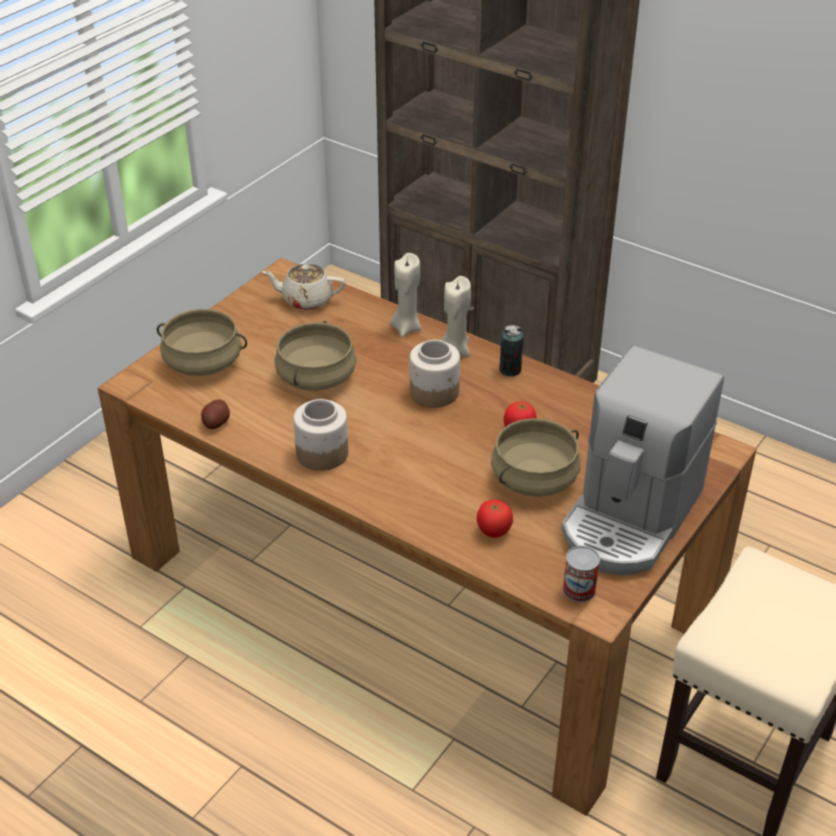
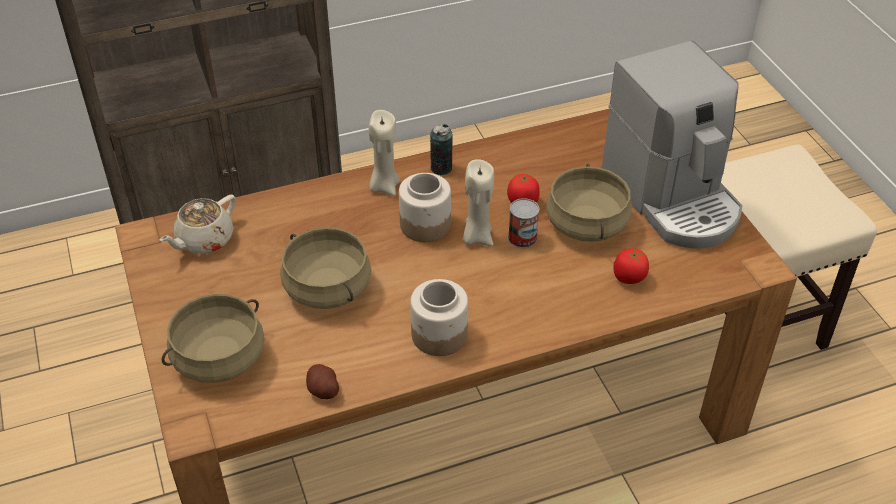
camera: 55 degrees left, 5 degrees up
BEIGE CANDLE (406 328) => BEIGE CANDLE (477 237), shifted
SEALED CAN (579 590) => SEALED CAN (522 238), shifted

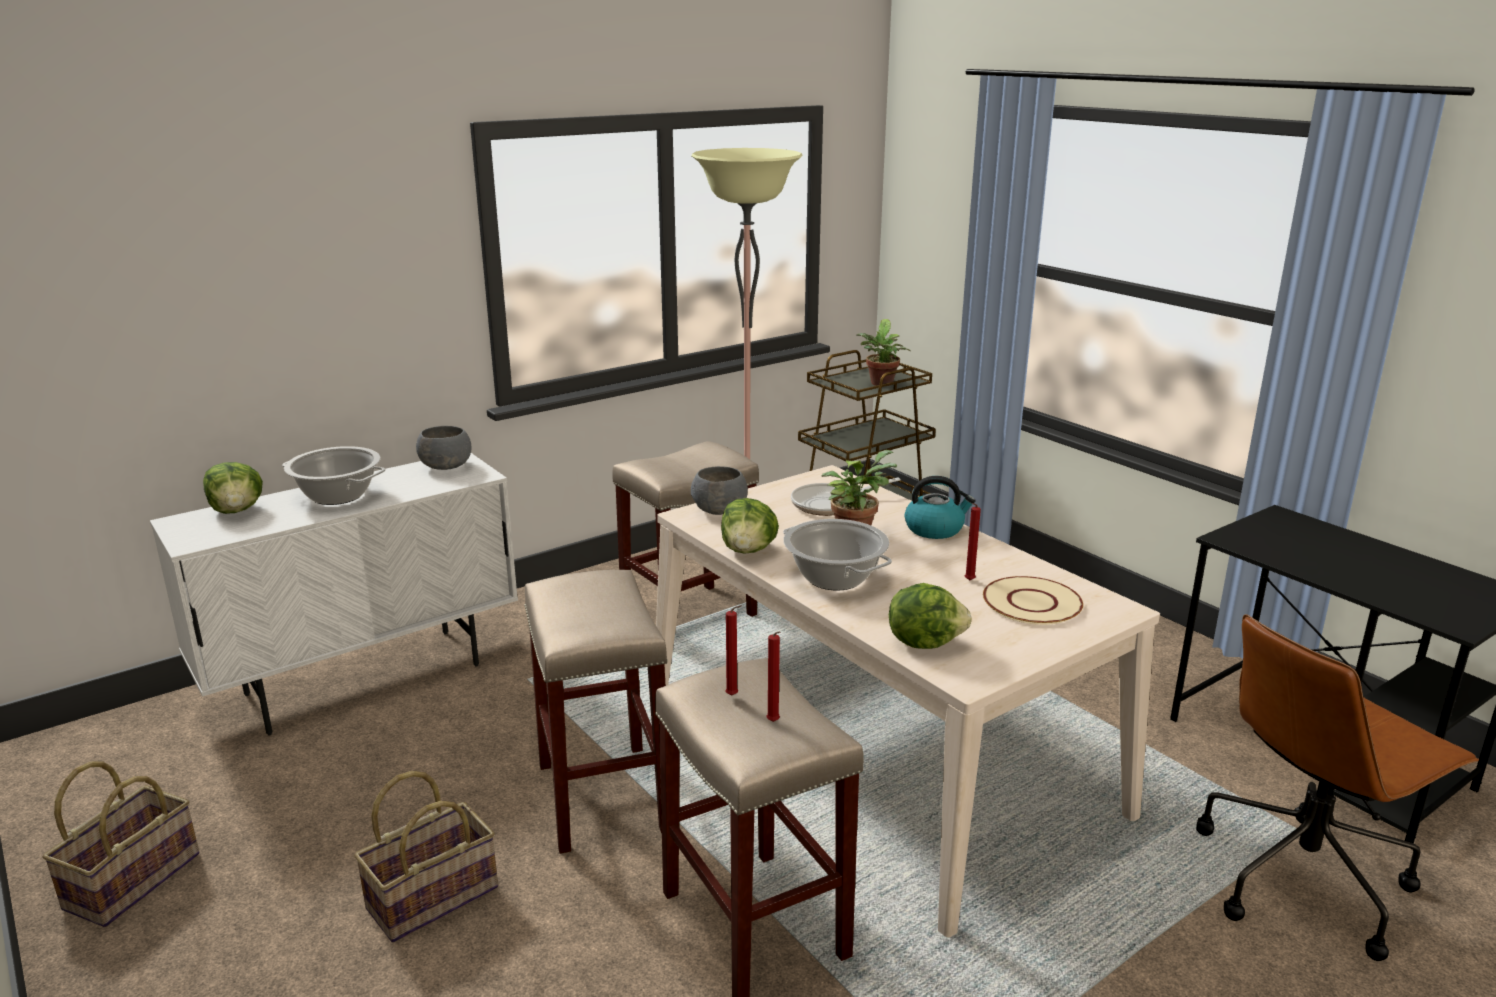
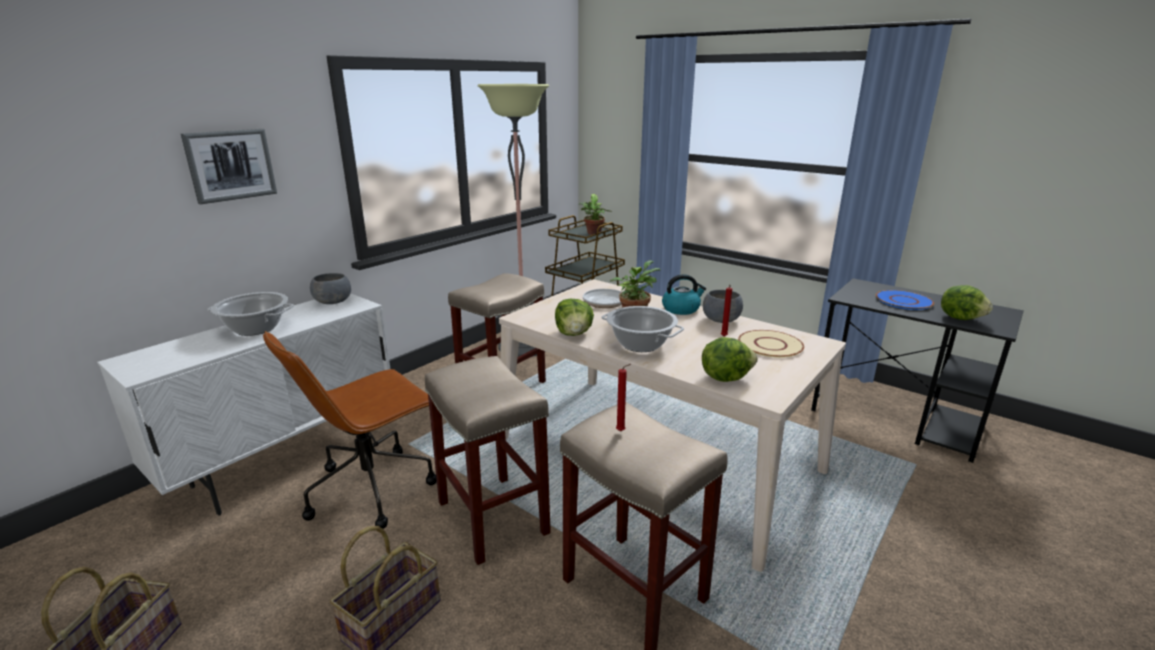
camera: 15 degrees left, 0 degrees up
nothing => WALL ART (230 165)
BROWNISH COMPUTER CHAIR (1303 878) => BROWNISH COMPUTER CHAIR (373 487), shifted
GREYISH BOWL (720 510) => GREYISH BOWL (721 320), shifted
nothing => BLUISH DINNER PLATE (903 301)
LETTUCE HEAD (237 510) => LETTUCE HEAD (961 318), shifted
RED-COLOURED CANDLE (774 722) => nothing

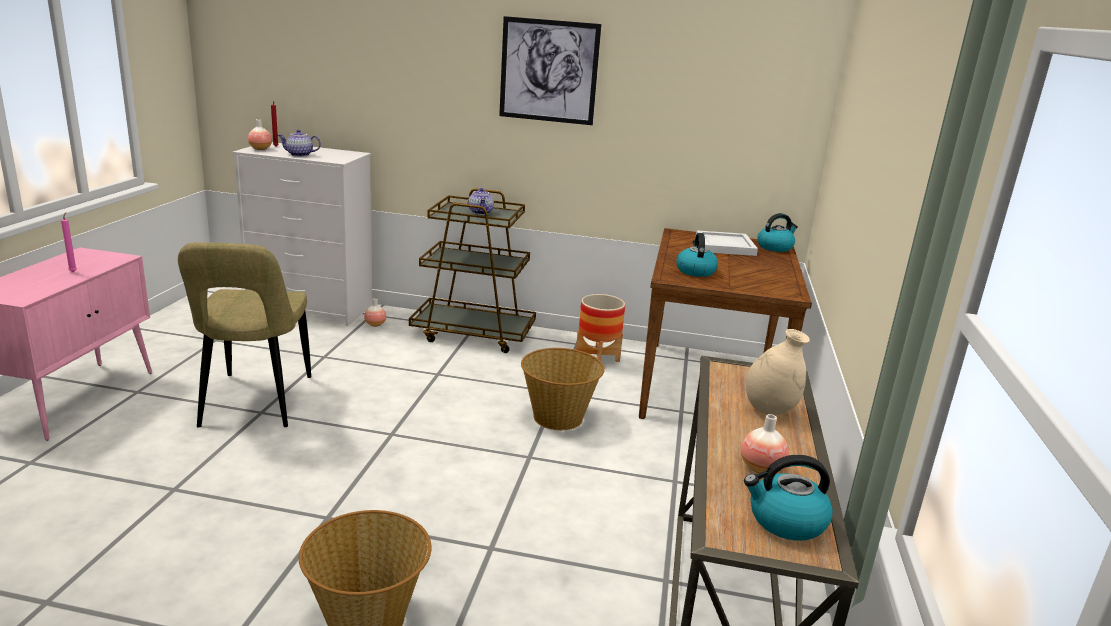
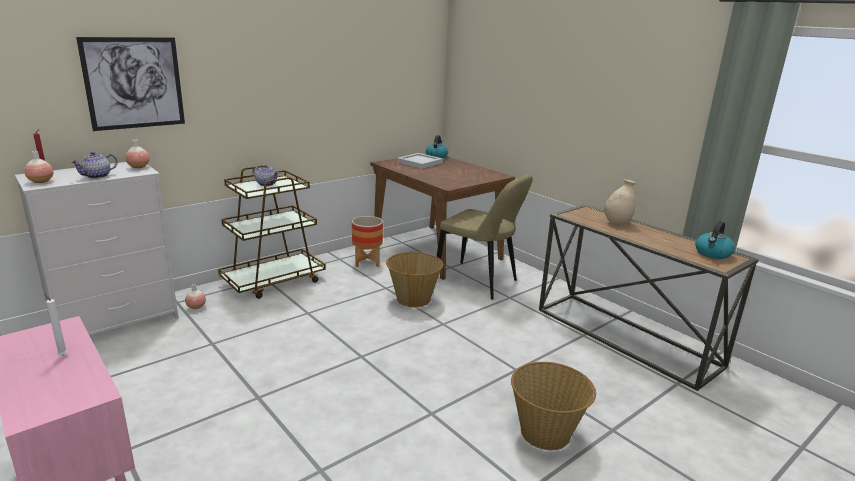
camera: 50 degrees left, 0 degrees up
PINKISH CANDLE (73 271) => WHITE CANDLE (62 355)
WALL ART (549 71) => WALL ART (134 83), shifted
DECORATIVE VASE (761 468) => DECORATIVE VASE (138 167), shifted
BEIGE UPRIGHT CHAIR (255 404) => BEIGE UPRIGHT CHAIR (479 281), shifted
WATER KETTLE (695 271) => nothing

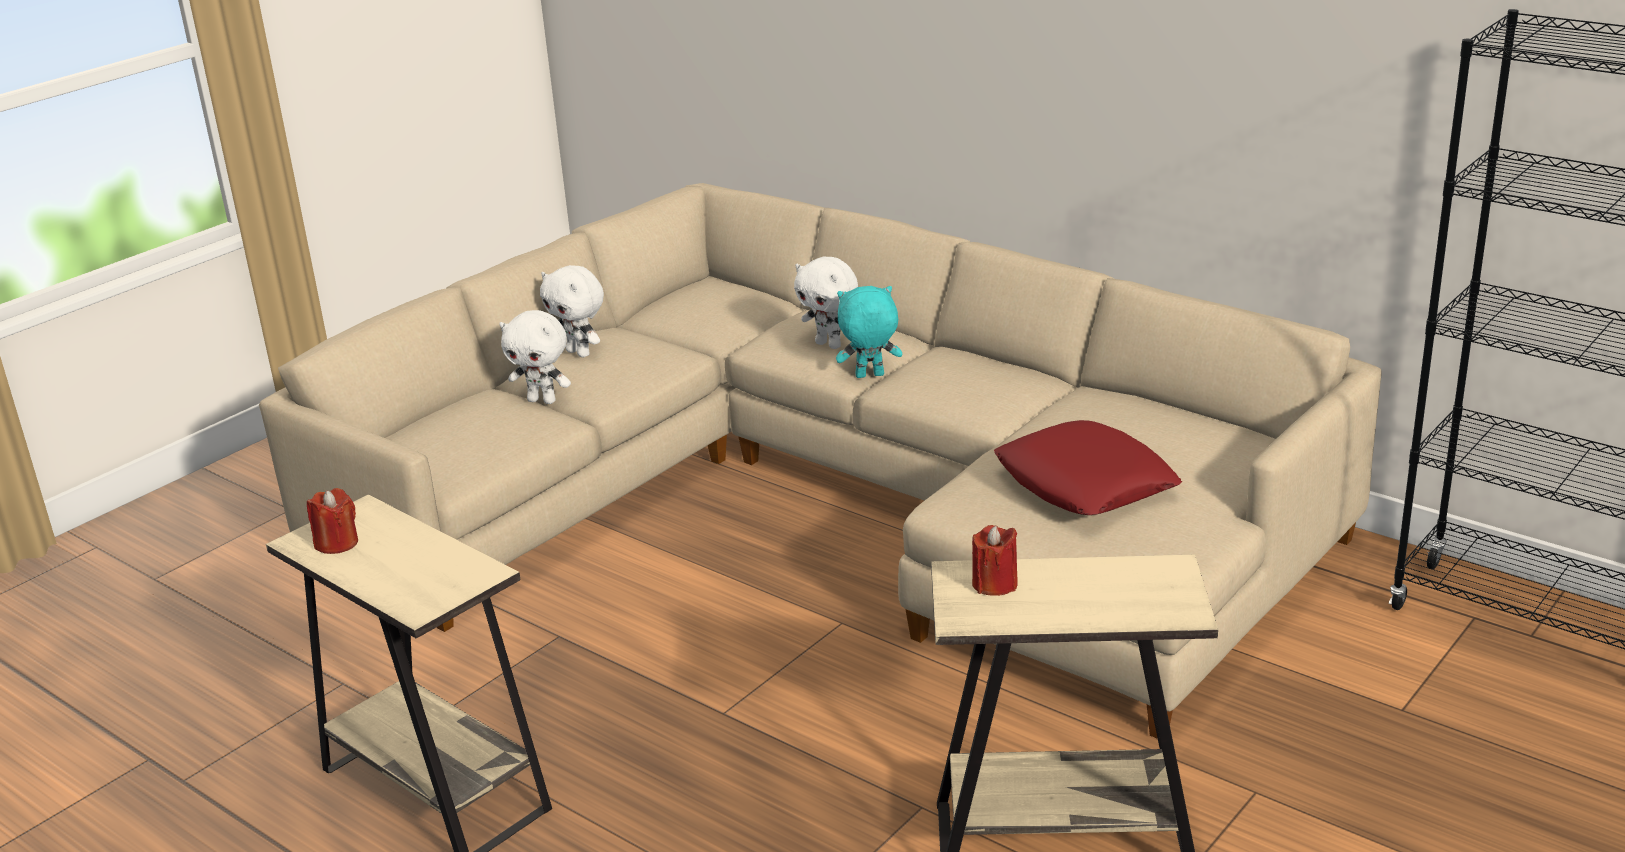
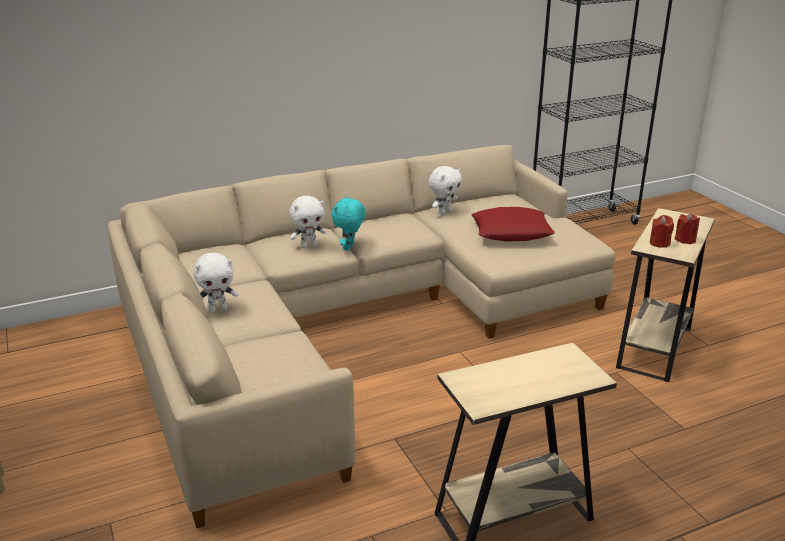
camera: 65 degrees left, 0 degrees up
WHITE SOFT TOY (543 400) => WHITE SOFT TOY (444 212), shifted
RED-COLOURED CANDLE (337 543) => RED-COLOURED CANDLE (685 240), shifted

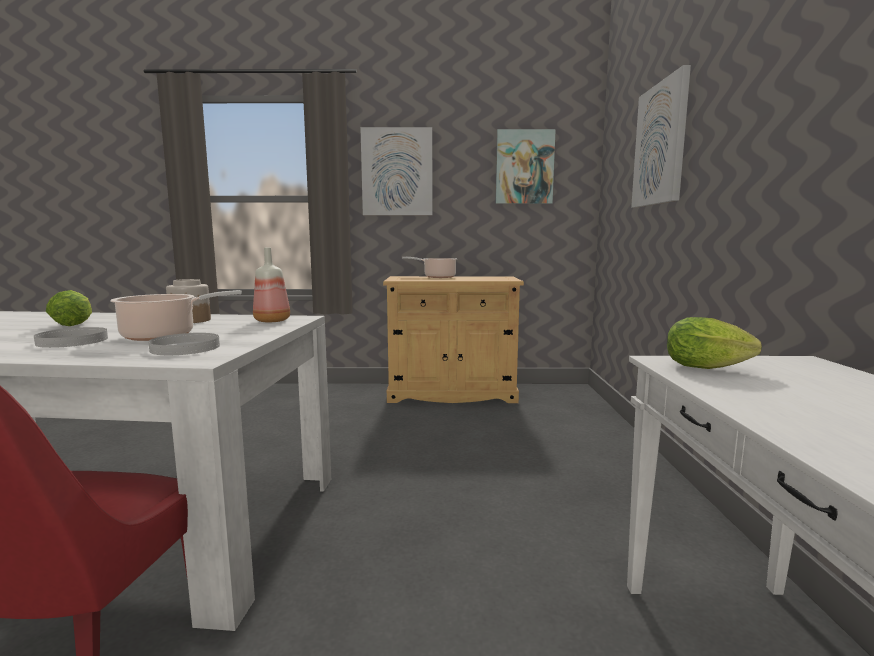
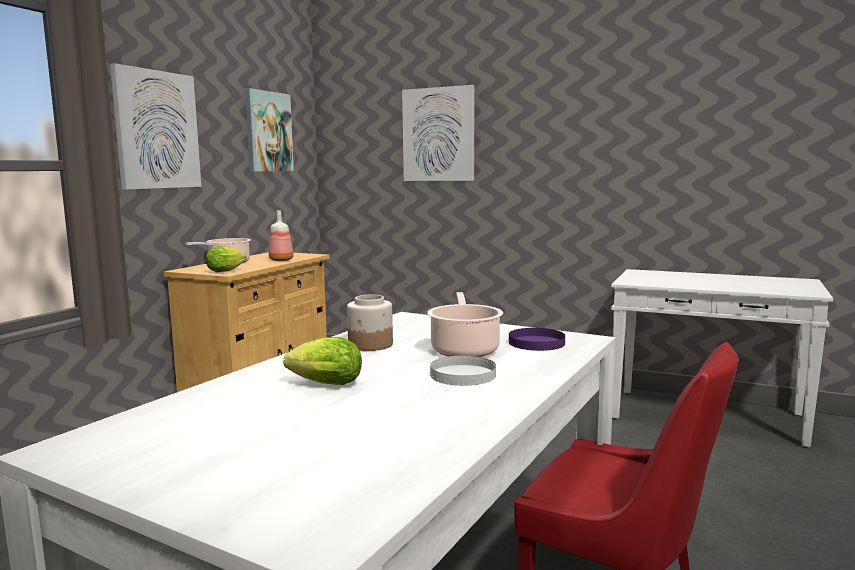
camera: 65 degrees left, 0 degrees up
LETTUCE HEAD (710 368) => LETTUCE HEAD (227 271), shifted
DRINK BOTTLE (273 320) => DRINK BOTTLE (281 260), shifted
WHITE DINNER PLATE (185 348) => PURPLISH DINNER PLATE (536 343)

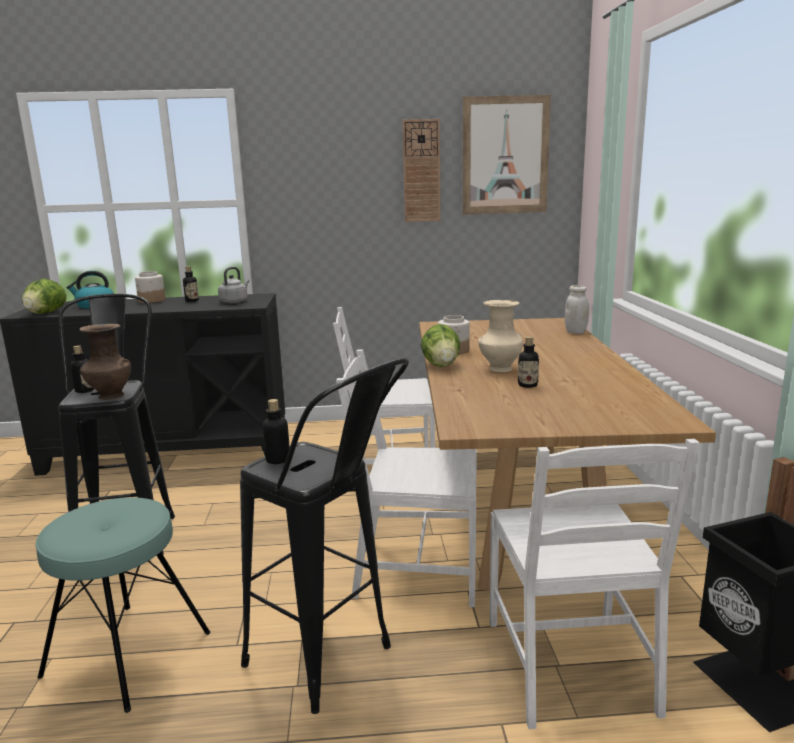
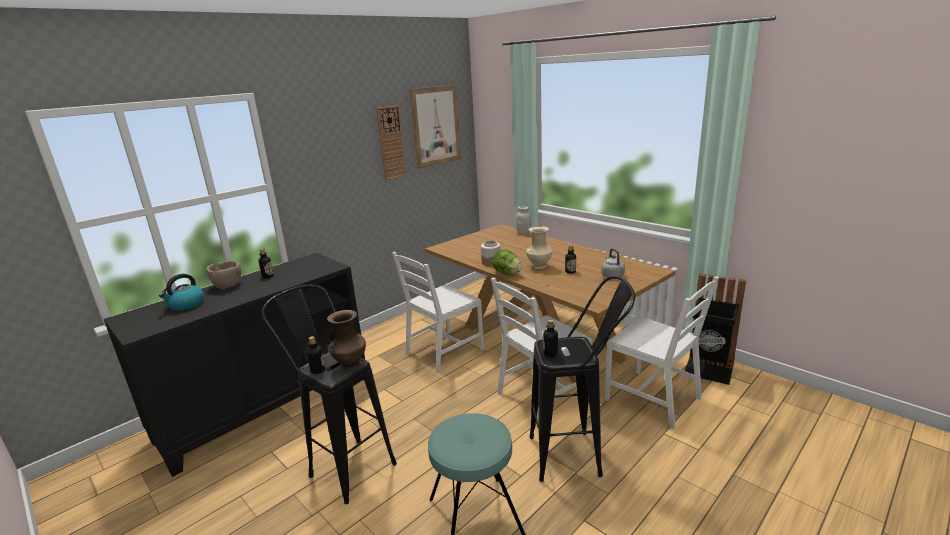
camera: 40 degrees left, 5 degrees up
PRESERVE JAR (151 300) => BROWNISH BOWL (227 285)
GREYISH WATER KETTLE (235 301) => GREYISH WATER KETTLE (611 275), shifted
LETTUCE HEAD (45 313) => nothing

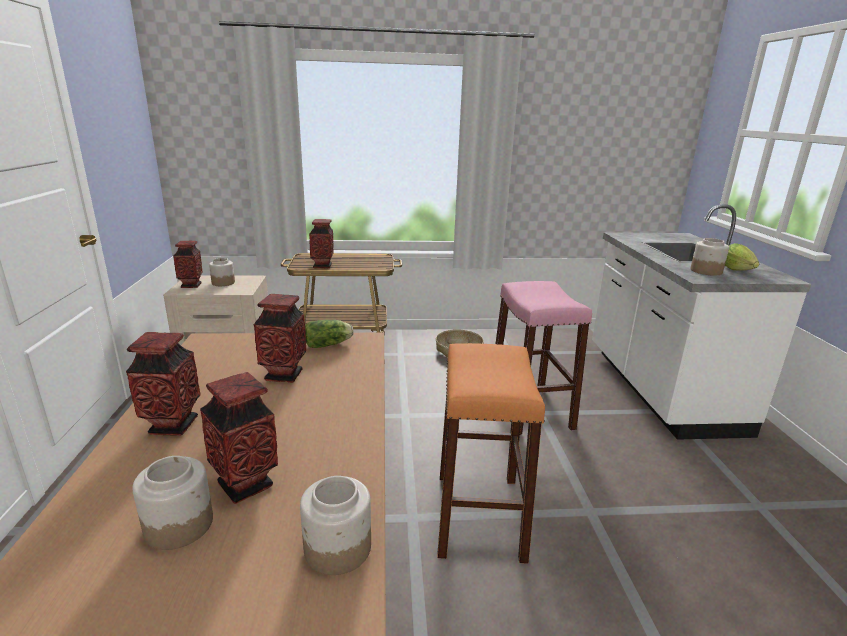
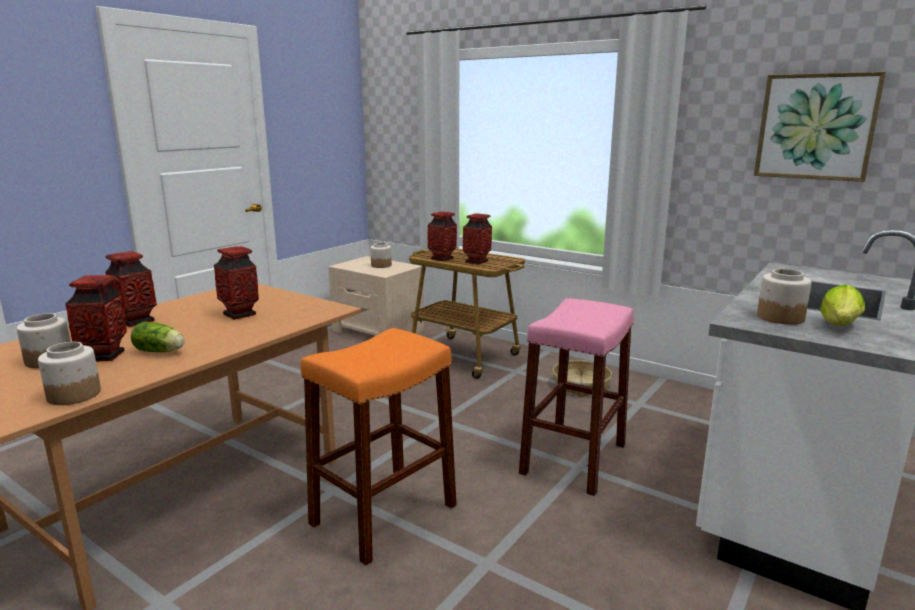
camera: 40 degrees right, 5 degrees down
LETTUCE HEAD (329 344) => LETTUCE HEAD (161 351), shifted
DECORATIVE VASE (191 285) => DECORATIVE VASE (477 261), shifted
nothing => WALL ART (816 127)

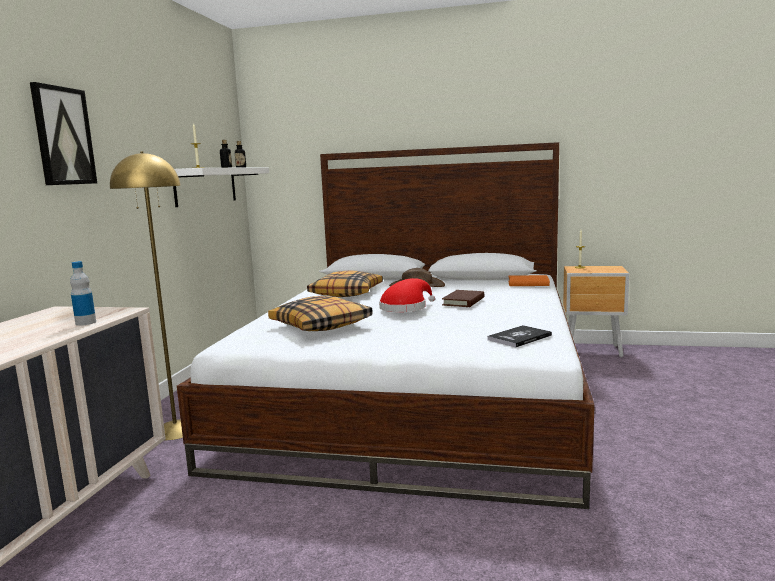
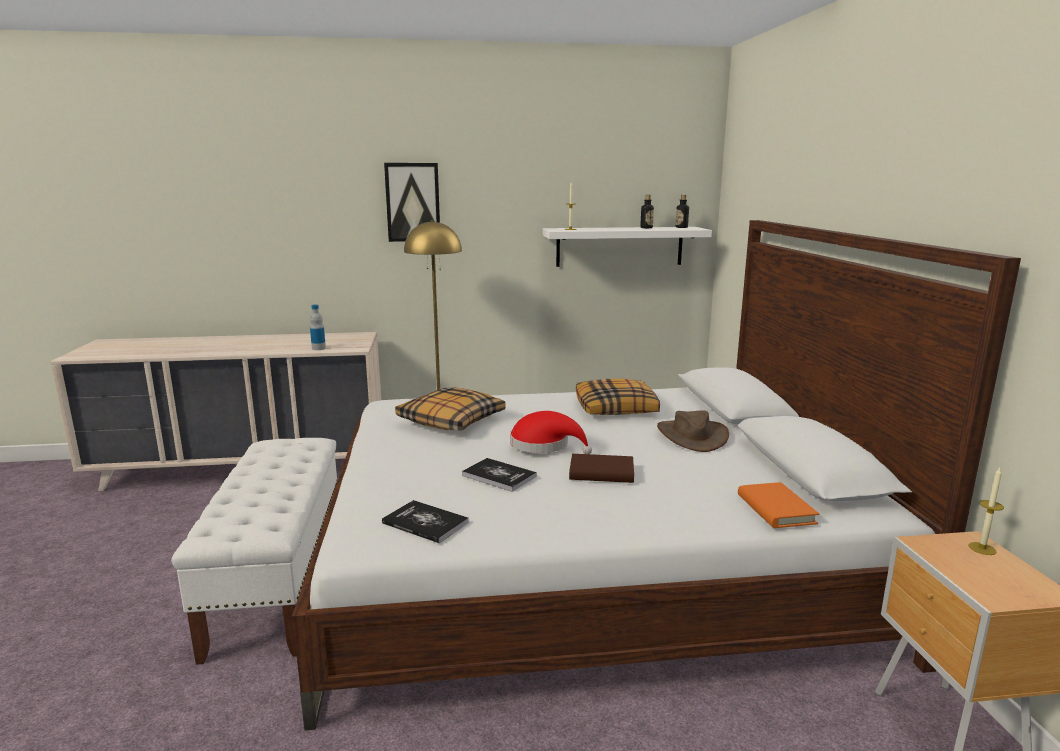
camera: 70 degrees right, 5 degrees up
nothing => WHITE LONG SEAT (279 582)
nothing => BOOK (499 476)

